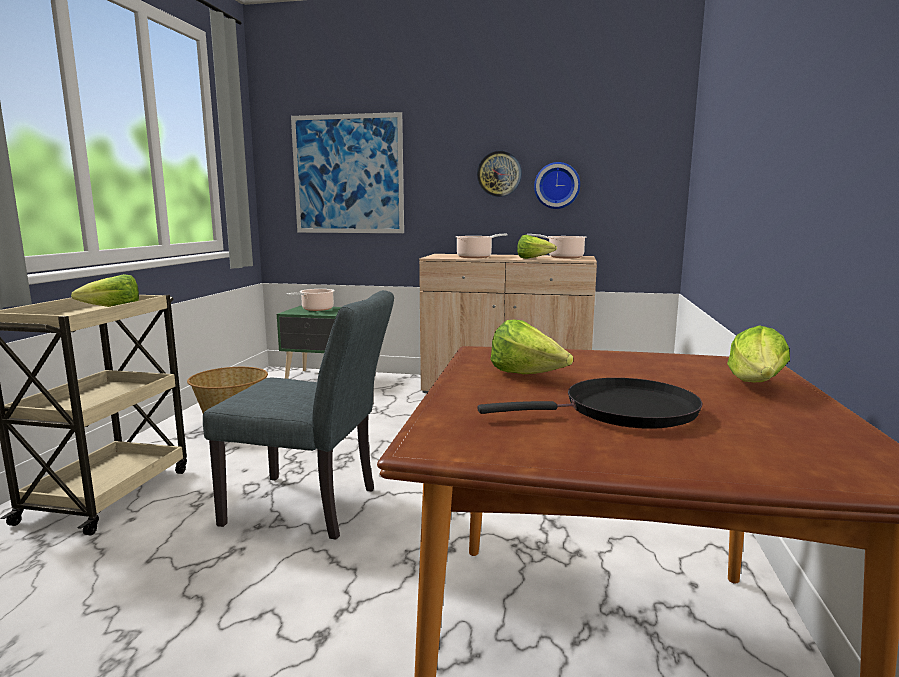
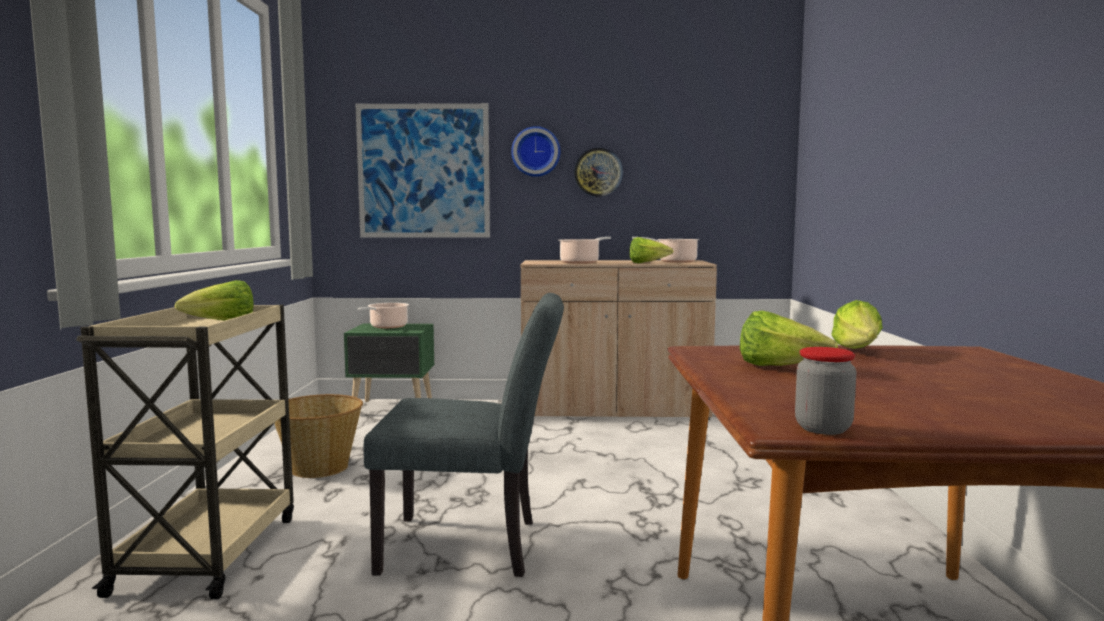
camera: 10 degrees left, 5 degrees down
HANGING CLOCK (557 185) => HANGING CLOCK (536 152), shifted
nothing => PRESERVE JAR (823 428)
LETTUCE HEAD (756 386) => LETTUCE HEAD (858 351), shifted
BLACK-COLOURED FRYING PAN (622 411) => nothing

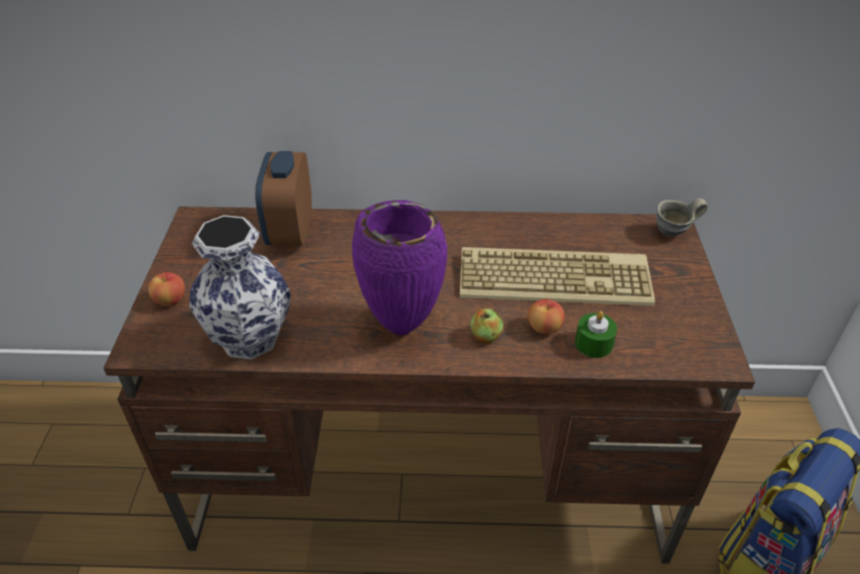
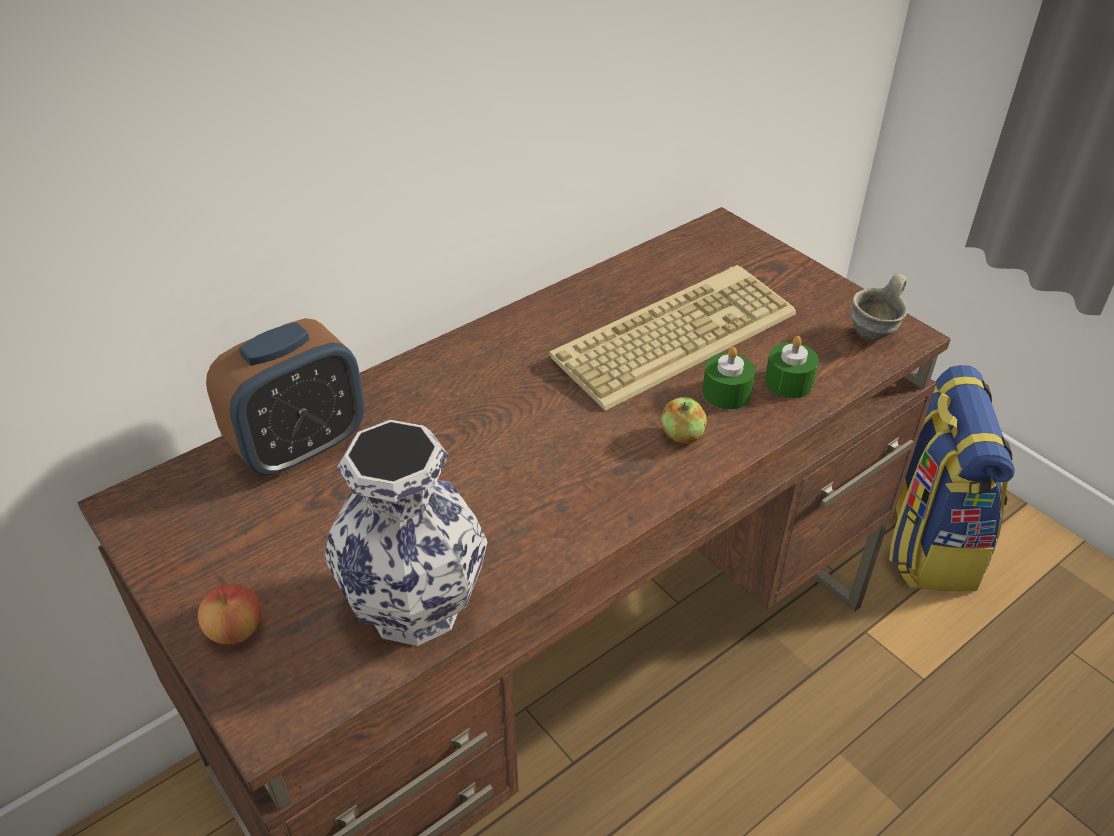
camera: 40 degrees left, 0 degrees up
ALARM CLOCK (290 232) => ALARM CLOCK (300 447), 90 degrees counterclockwise
APPLE (544 327) => GREENISH CANDLE (726 393)
GREYISH COFFEE MUG (674 234) => GREYISH COFFEE MUG (876 333), shifted
PURPLISH DECORATIVE VASE (403 326) => nothing

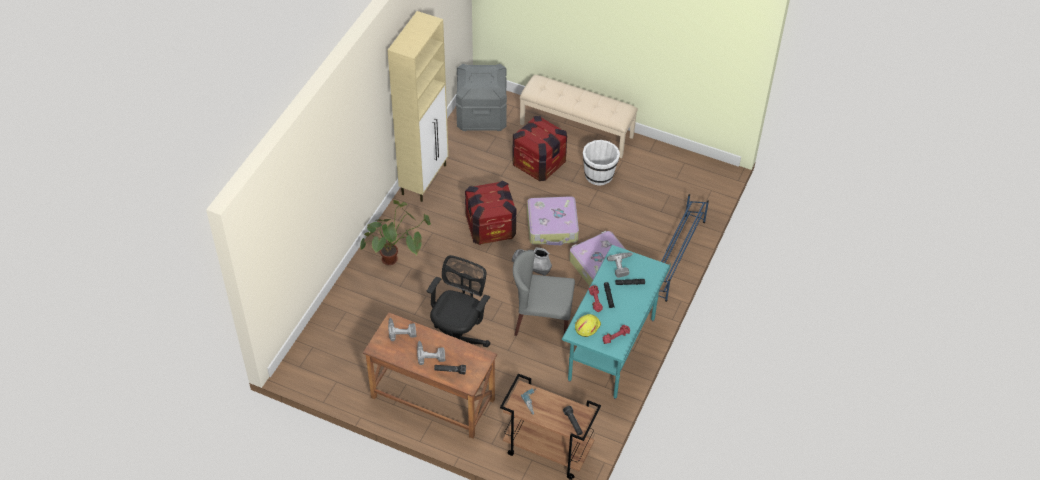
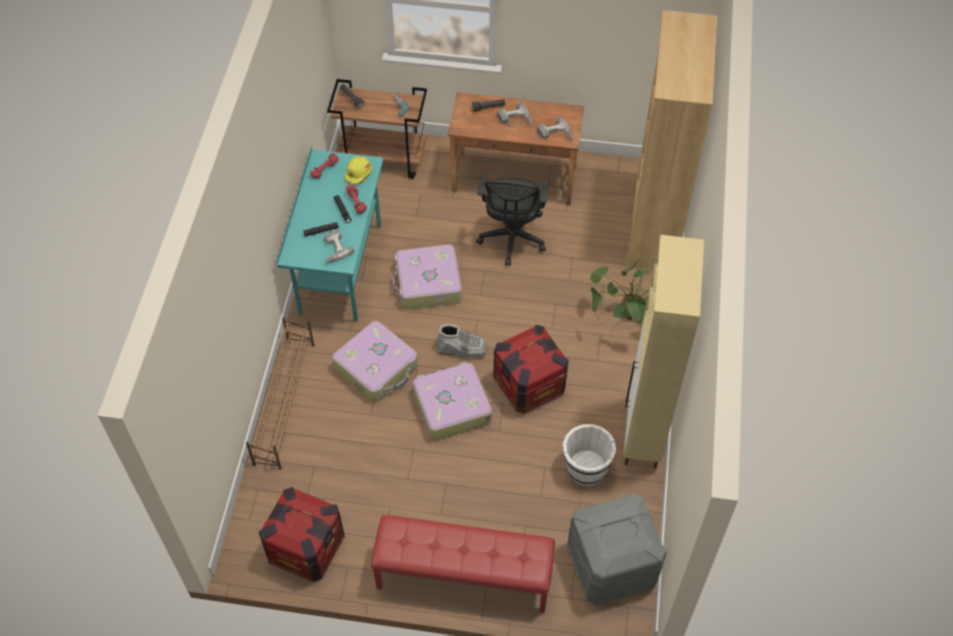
camera: 165 degrees right, 5 degrees up
BLUISH SHOE SHELF (675 257) => BROWNISH SHOE SHELF (285 402)
SHIPPING CRATE (539 164) => SHIPPING CRATE (306 548), shifted
BEIGE LONG SEAT (577 130) => RED-COLOURED LONG SEAT (463 578)
GREYISH UPRIGHT CHAIR (542 320) => TRAVEL CASE (428 284)
WHITE WATER BUCKET (599 175) => WHITE WATER BUCKET (585 468), shifted
nothing => BROWNISH BOOKSHELF (654 226)

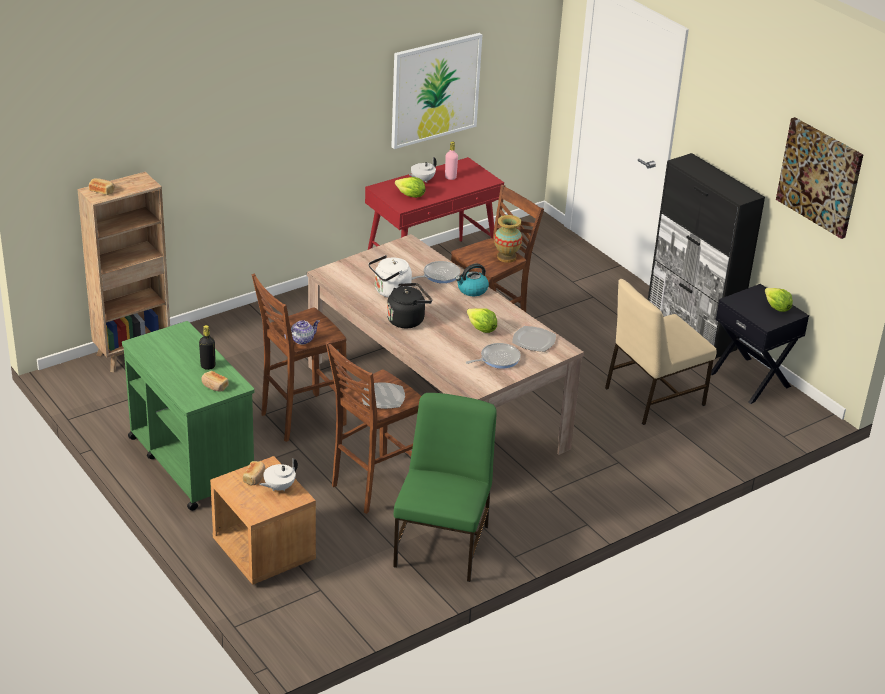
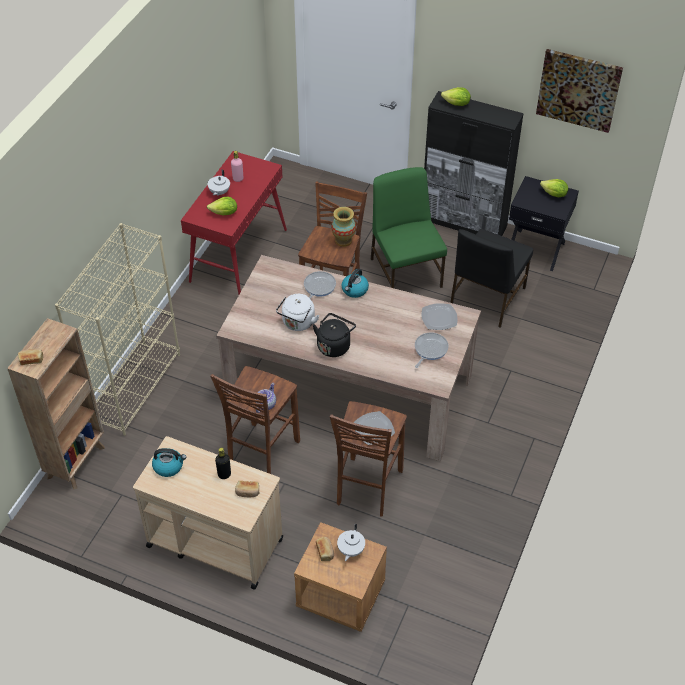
camera: 30 degrees left, 15 degrees up
nothing => BEIGE BOOKSHELF (134 386)
GREENISH WHEELED CART (190 461) => BEIGE WHEELED CART (214 542)
nothing => WATER KETTLE (169 466)
GREENISH UPRIGHT CHAIR (443 544) => GREENISH UPRIGHT CHAIR (406 271), shifted
LETTUCE HEAD (481 329) => LETTUCE HEAD (456 104), shifted
BEIGE UPRIGHT CHAIR (652 396) => BLACK-COLOURED UPRIGHT CHAIR (486 298)
WALL ART (435 90) => nothing

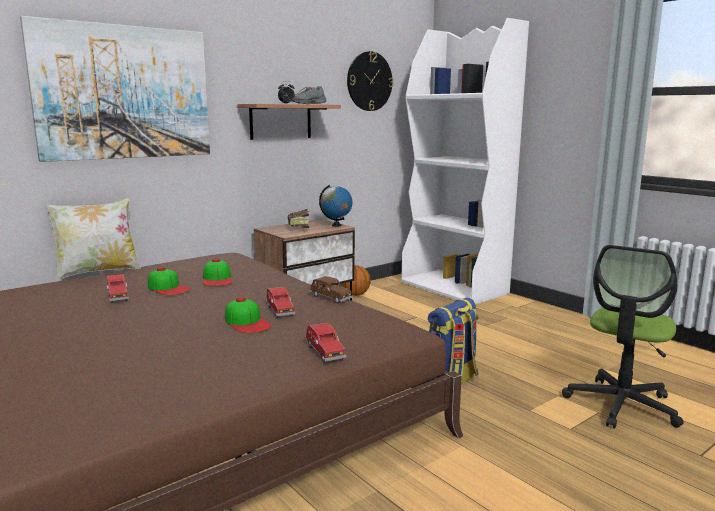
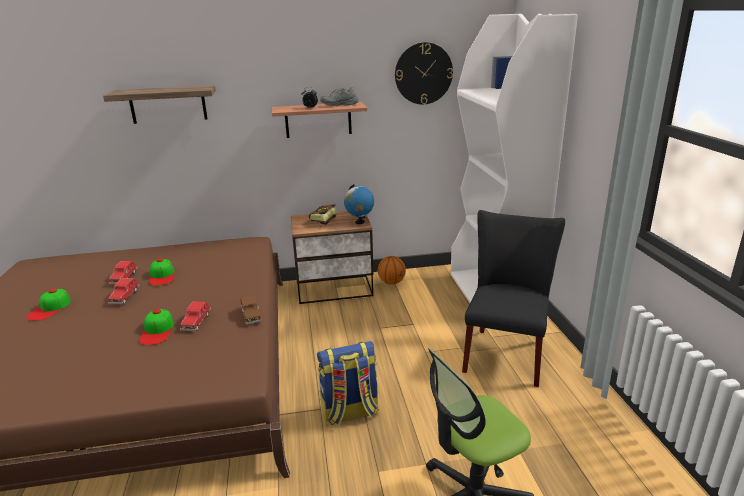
camera: 30 degrees right, 10 degrees up
CAP (217 279) => CAP (49 309), shifted
WALL ART (124 93) => WALL SHELF (168 104)
RED-COLOURED MODEL CAR (324 352) => RED-COLOURED MODEL CAR (125 297), shifted
nothing => BLACK-COLOURED UPRIGHT CHAIR (505 352)
CUSHION (98 272) => nothing

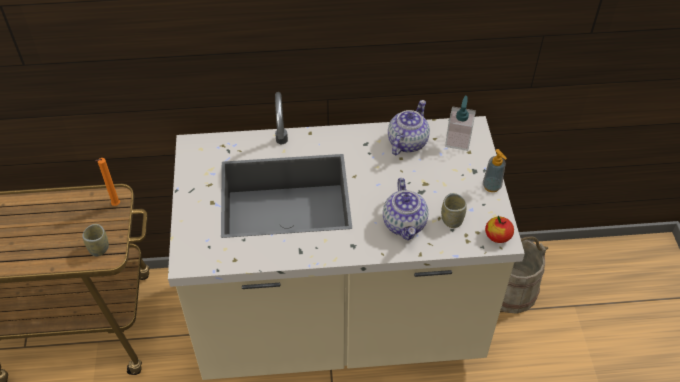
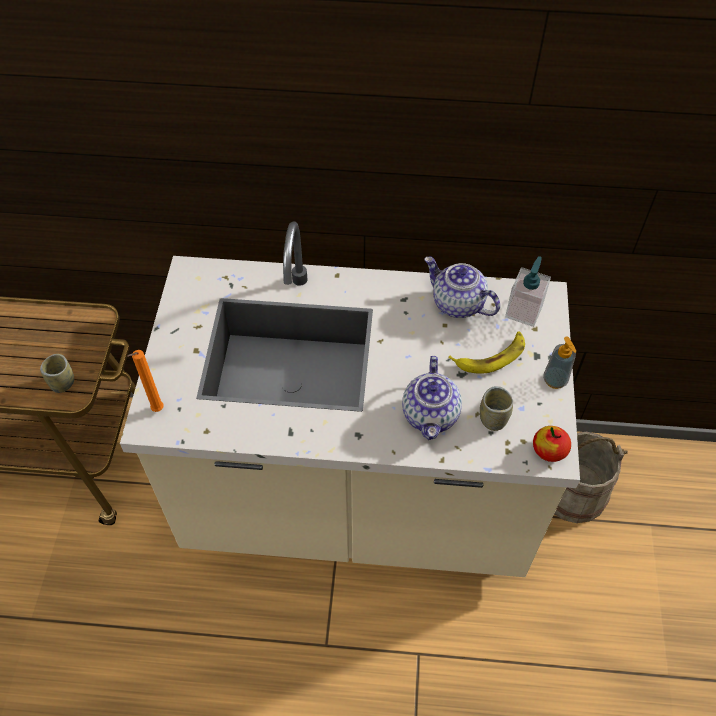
camera: 10 degrees right, 5 degrees up
ORANGEY CANDLE (115 205) => ORANGEY CANDLE (156 410), shifted
TEA POT (407 142) => TEA POT (457 304), 90 degrees counterclockwise
nothing => WHOLE BANANA (491 356)

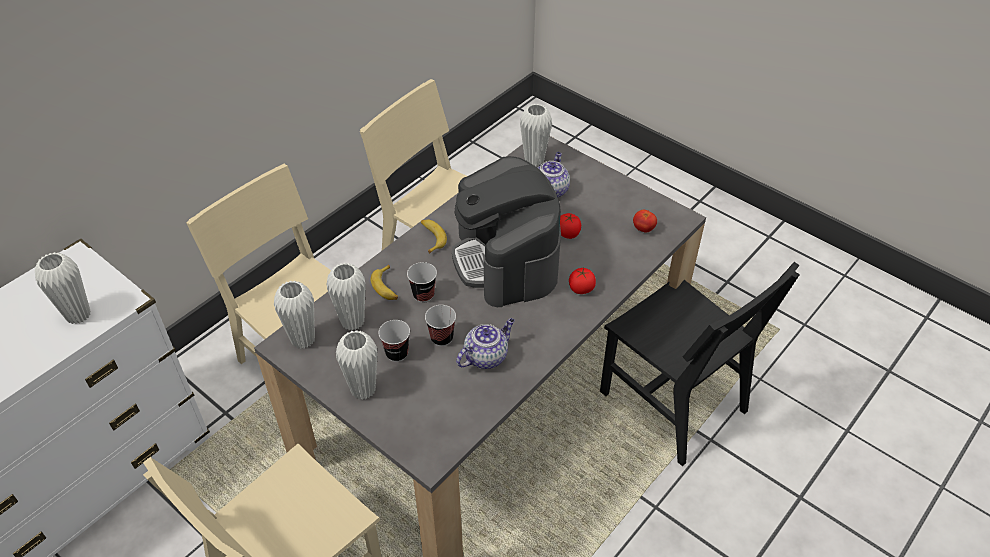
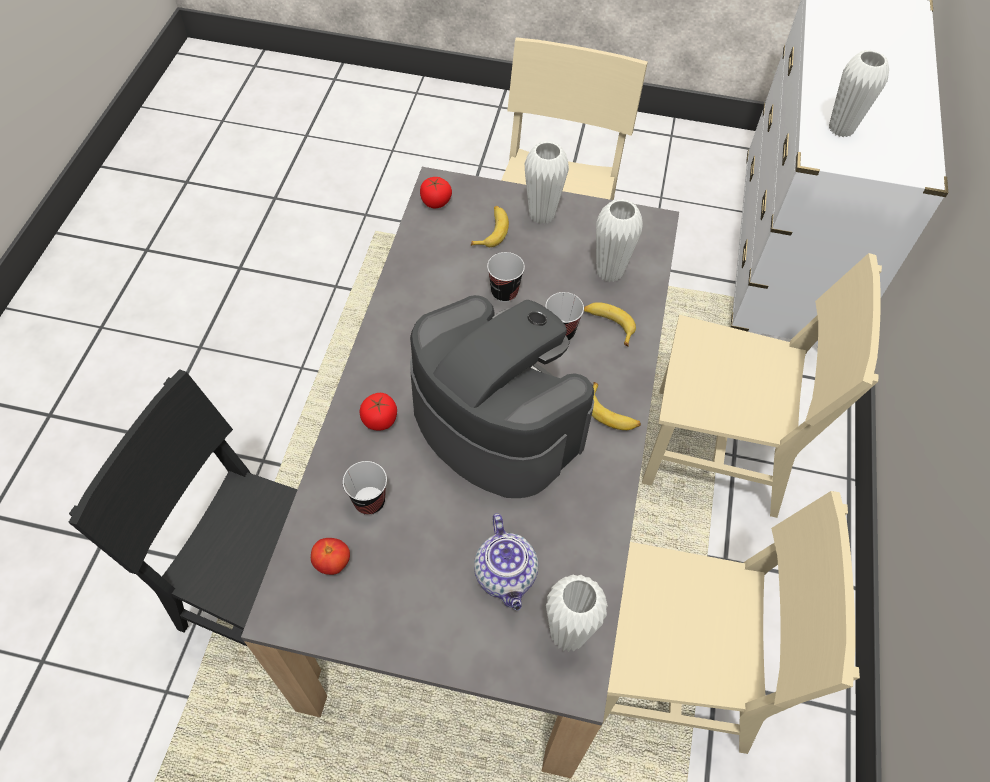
camera: 150 degrees right, 10 degrees up
SMALL CUP (397 353) => SMALL CUP (369 501), shifted
TOMATO (568 233) => TOMATO (436 202), shifted
nothing => WHOLE BANANA (491 230)
WHITE DECORATIVE VASE (303 340) => nothing
TEA POT (486 356) => nothing

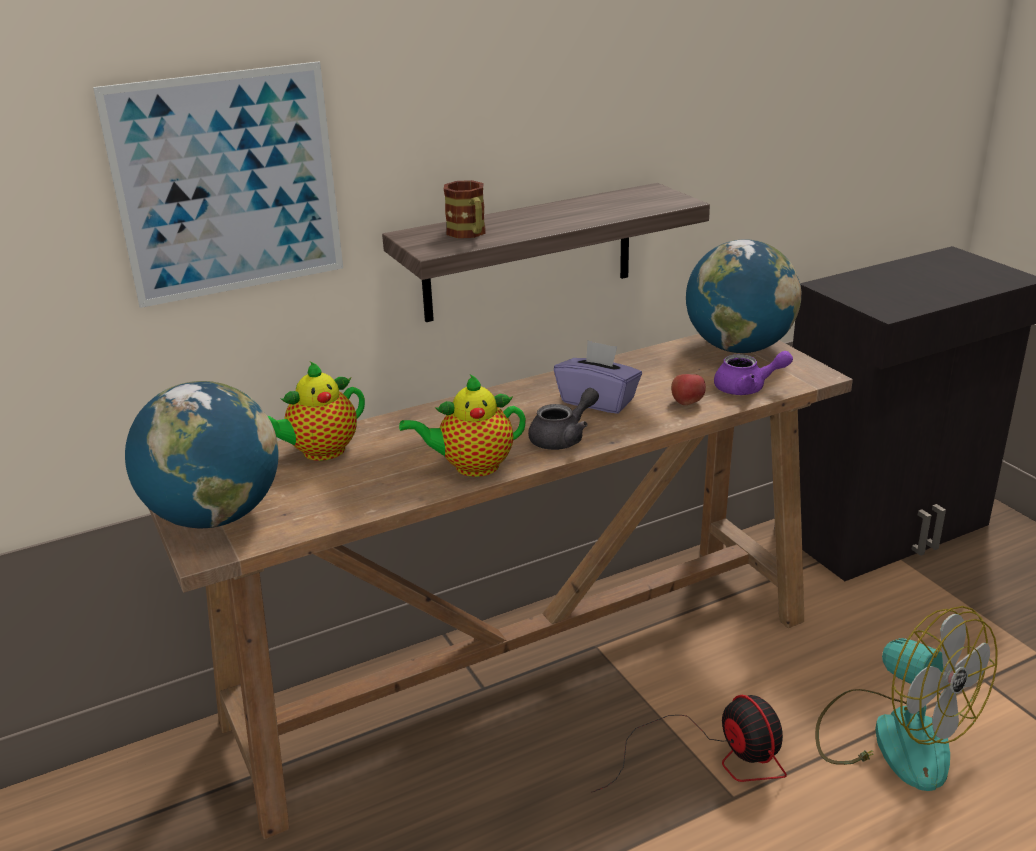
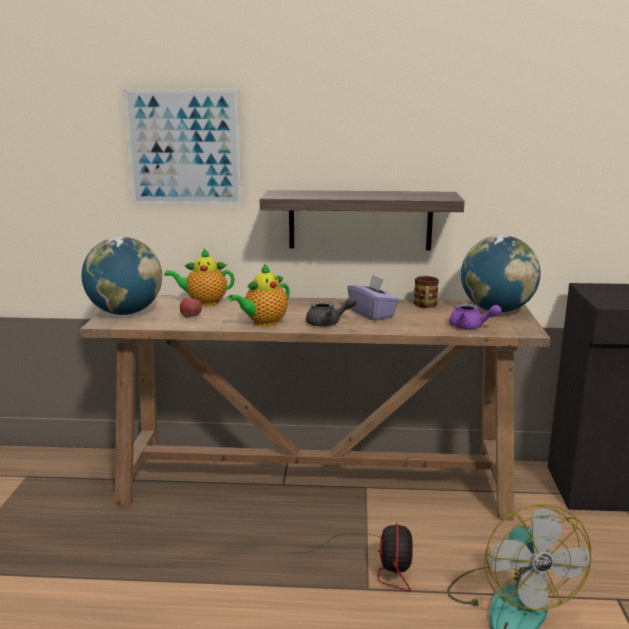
camera: 30 degrees right, 10 degrees down
APPLE (687 402) => APPLE (191 317), shifted
TEA POT (471 467) => TEA POT (263 323), 60 degrees counterclockwise
COFFEE MUG (469 234) => COFFEE MUG (425 306), shifted

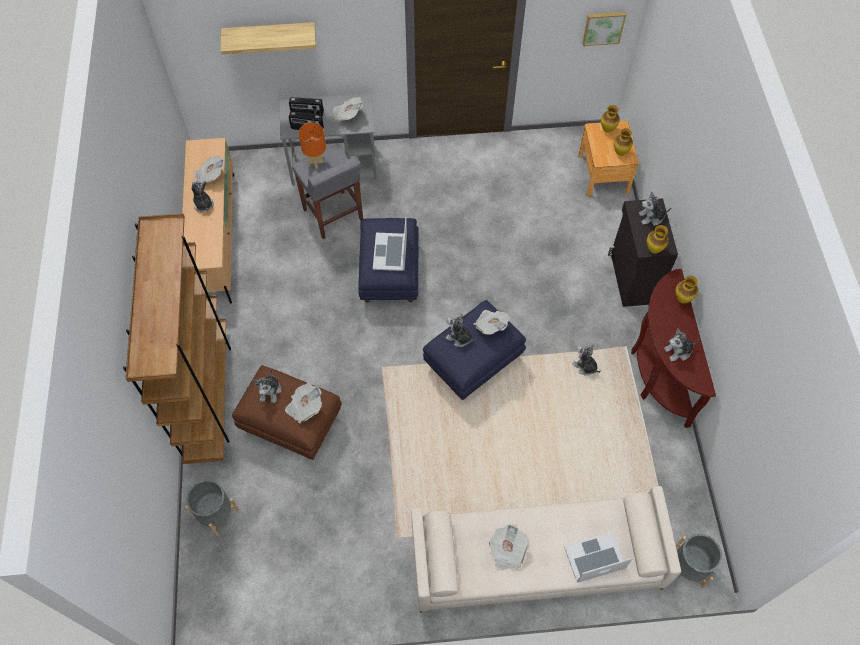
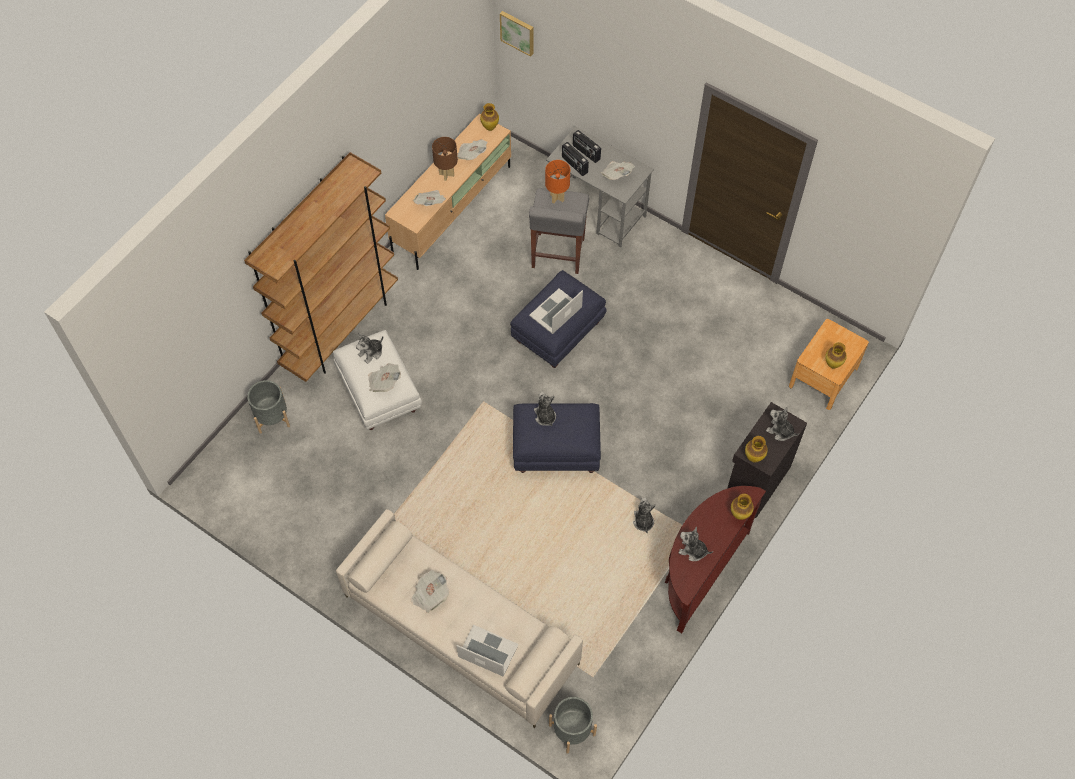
camera: 40 degrees right, 0 degrees up
BROWNISH POUFFE (292 423) => WHITE POUFFE (380 394)
PRINTED PAPER (491 325) => PRINTED PAPER (430 203), shifted
SOFT TOY (203 204) => BROWNISH LAMP FOR A TABLE (446 174)
DECORATIVE VASE (607 130) => DECORATIVE VASE (489 127), shifted
WALL ART (603 27) => WALL ART (518 32), shifted
WALL SHELF (270 35) => nothing

